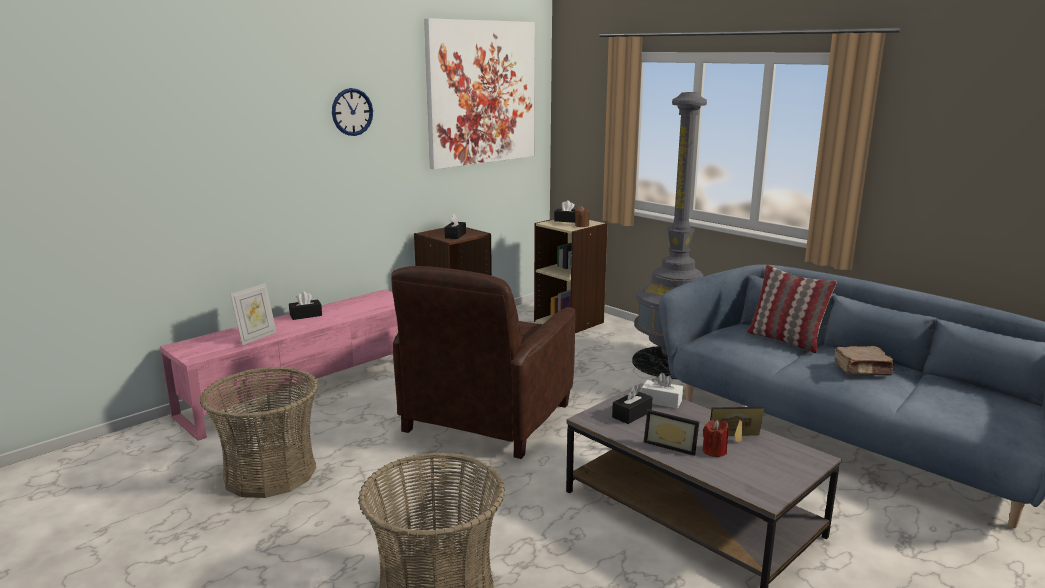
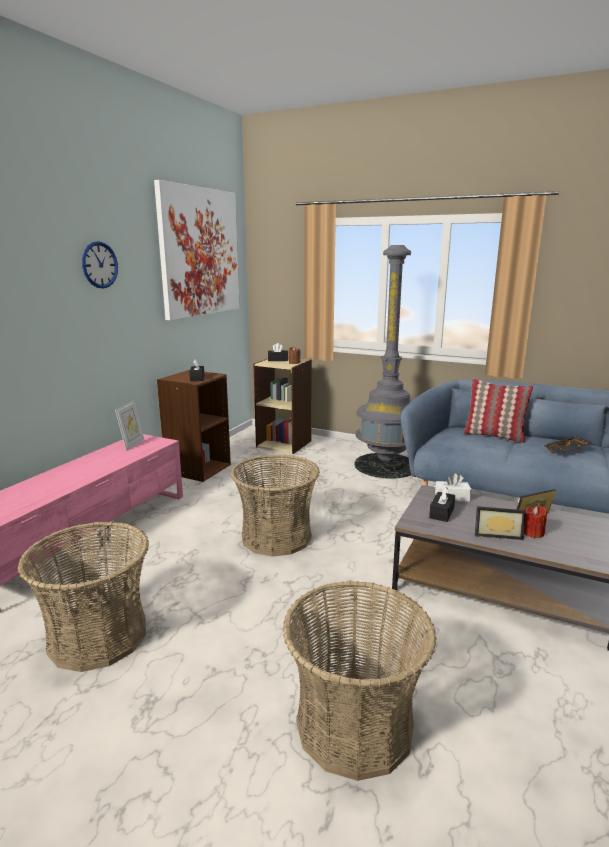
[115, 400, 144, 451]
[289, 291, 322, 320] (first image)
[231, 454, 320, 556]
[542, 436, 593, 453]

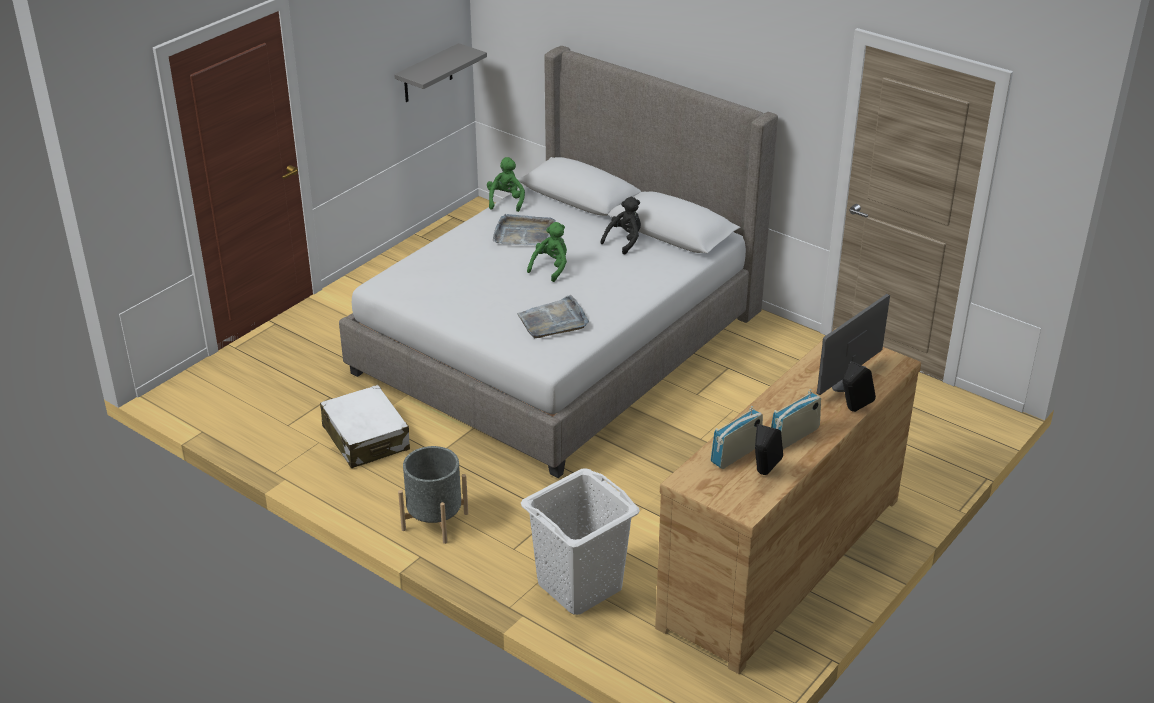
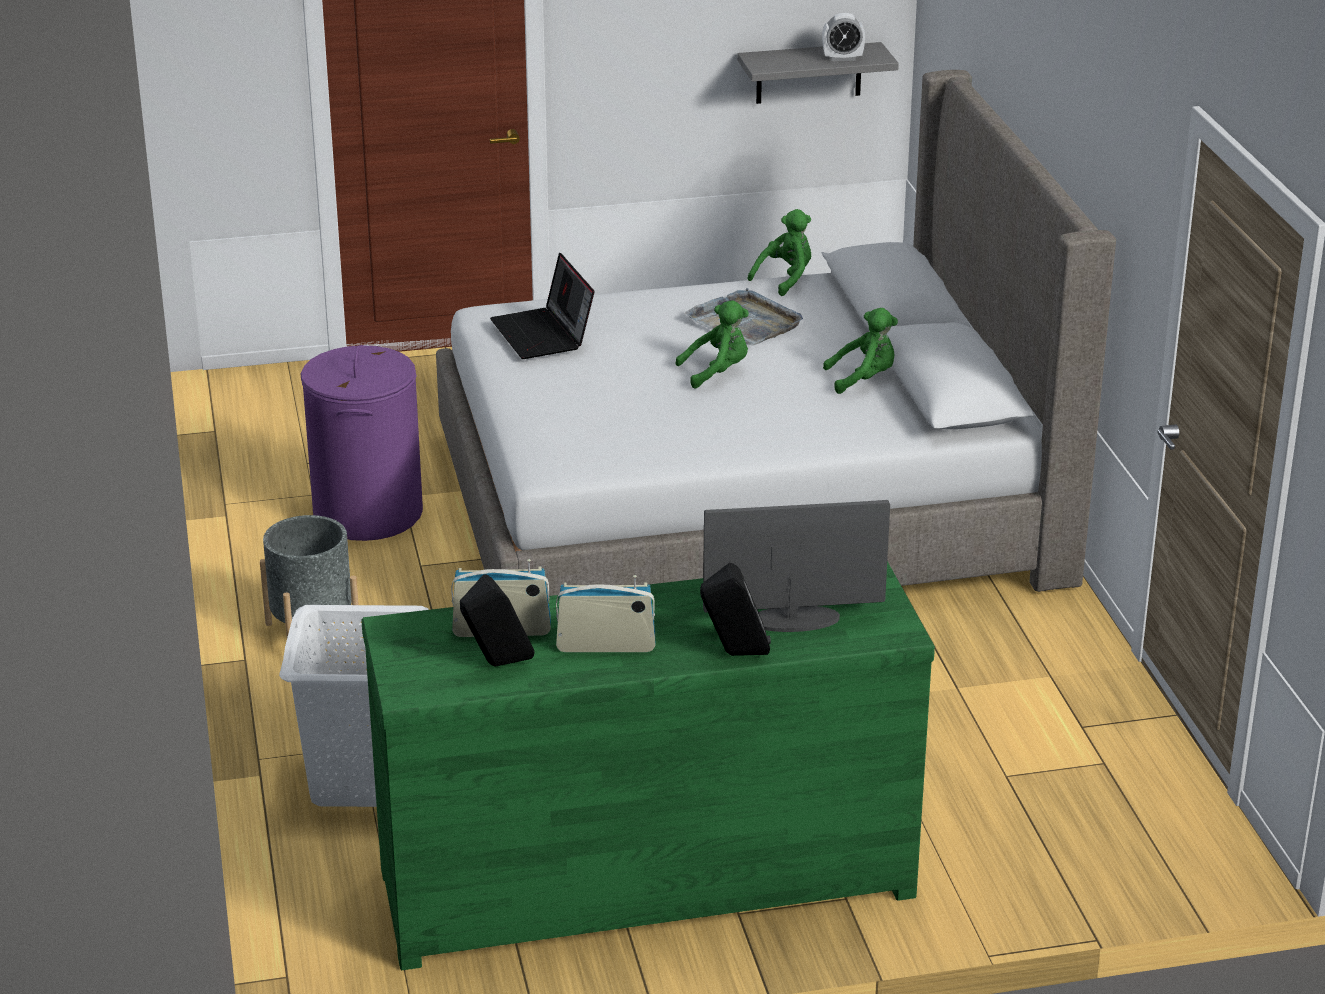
[301, 345, 423, 541]
[517, 295, 589, 338] (first image)
[823, 308, 898, 394]
[361, 561, 935, 970]
[490, 253, 594, 359]
[822, 13, 865, 61]

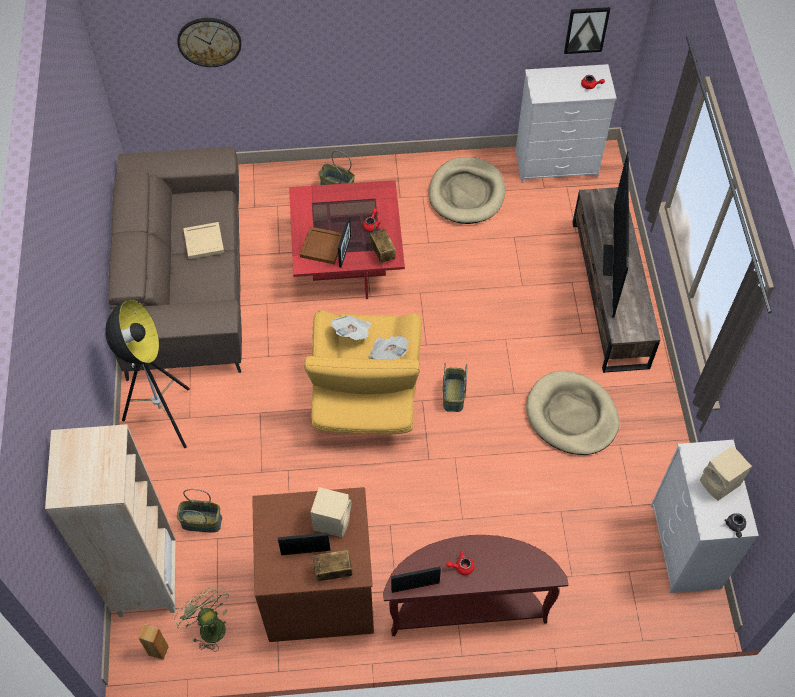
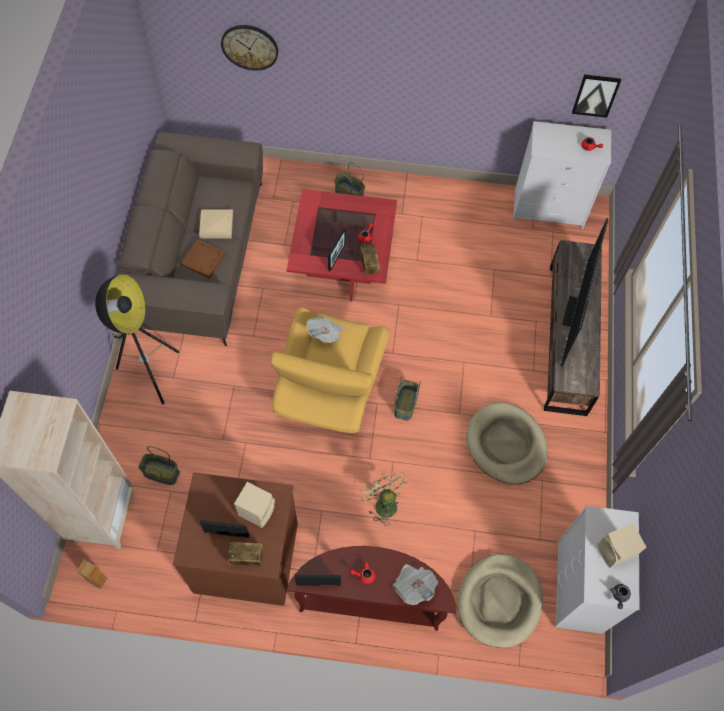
[359, 472, 408, 525]
[181, 239, 226, 278]
[393, 564, 438, 605]
[457, 553, 543, 648]

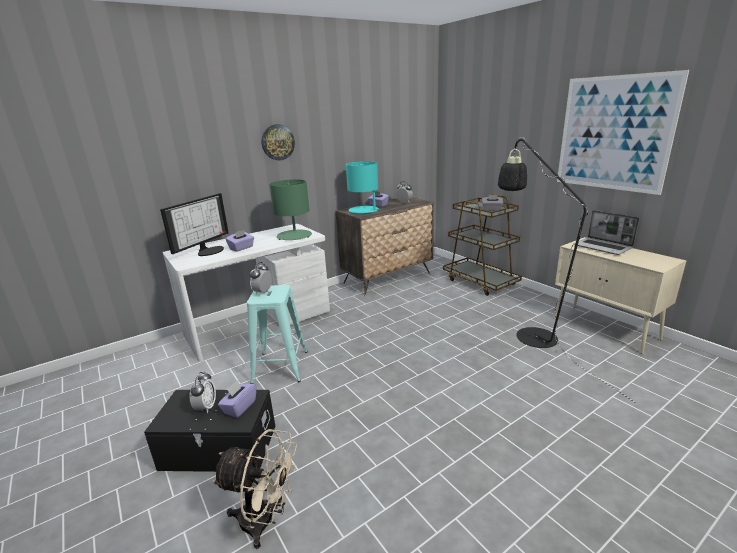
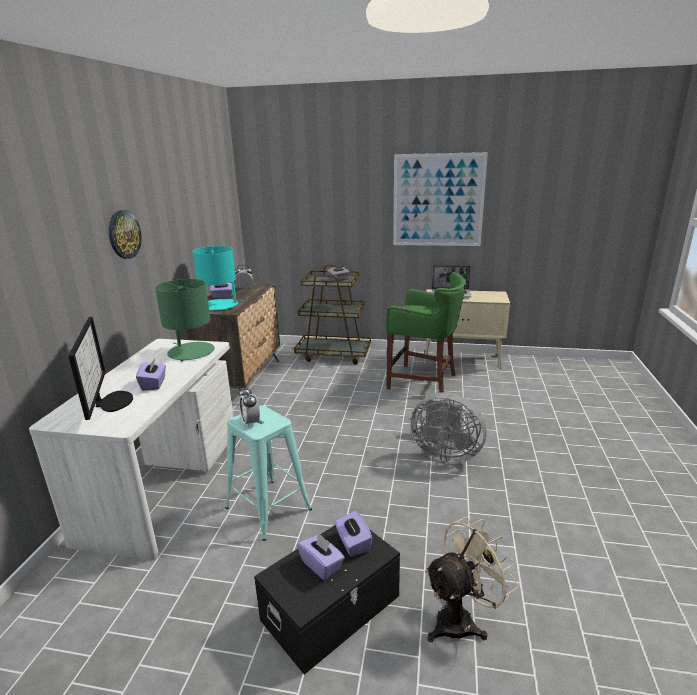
[297, 532, 345, 580]
[386, 272, 466, 393]
[411, 392, 487, 463]

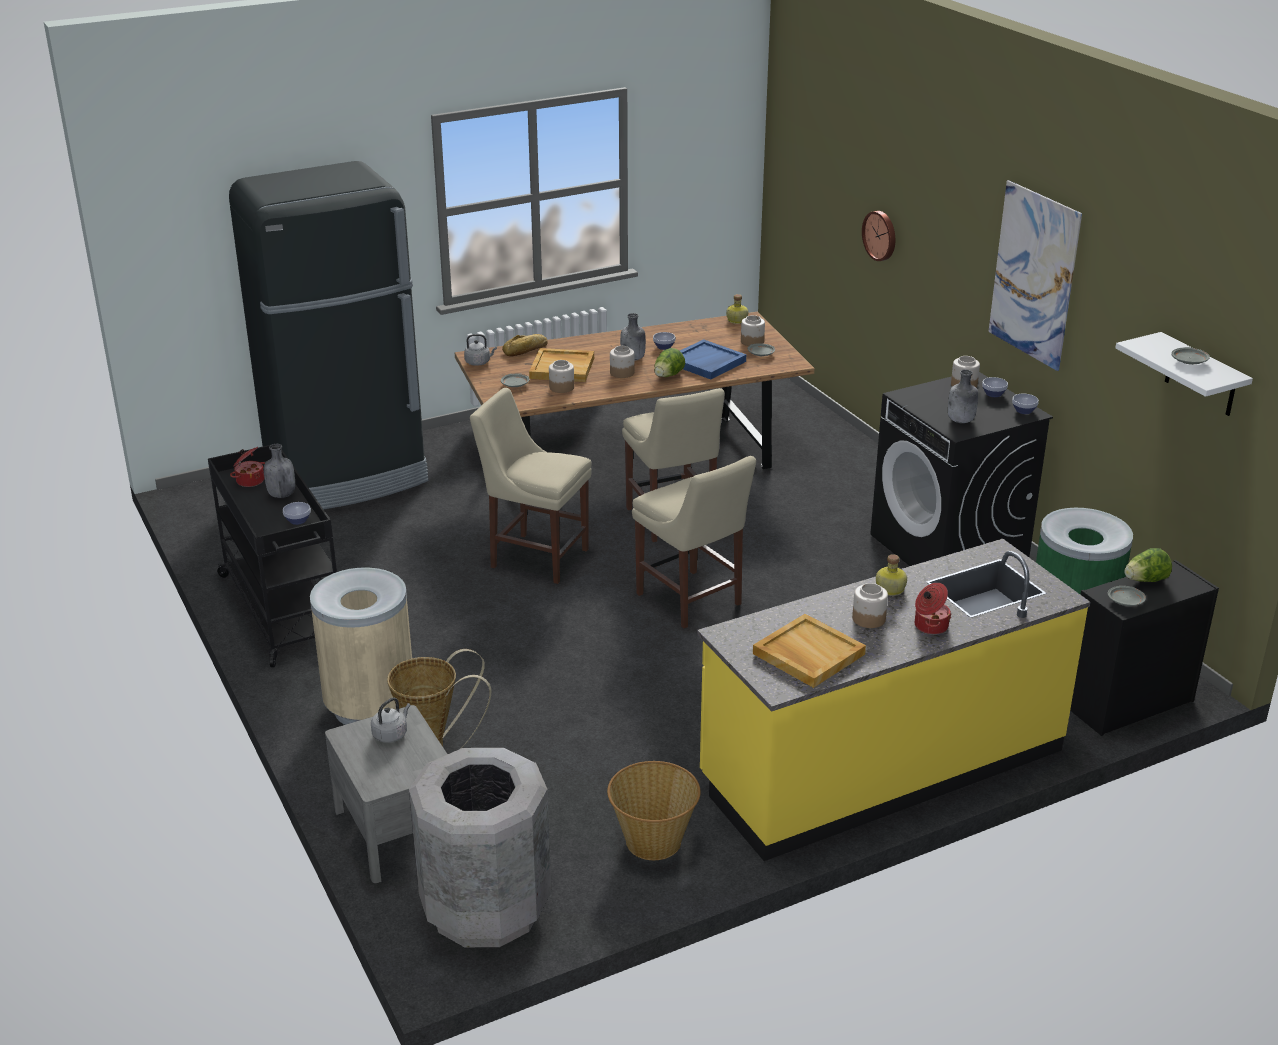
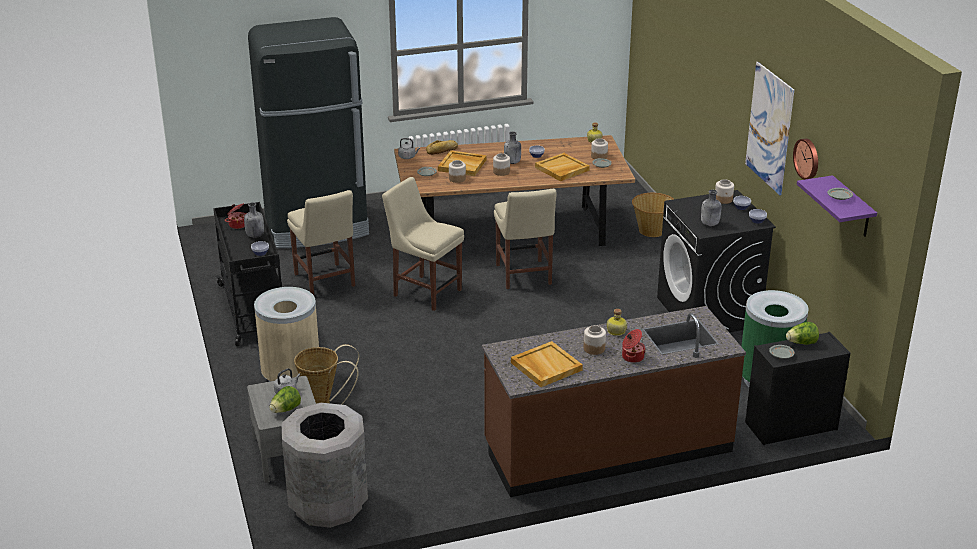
[632, 193, 673, 237]
[287, 190, 355, 295]
[269, 386, 301, 413]
[535, 153, 590, 181]
[482, 306, 746, 497]
[793, 138, 818, 180]
[797, 175, 877, 237]

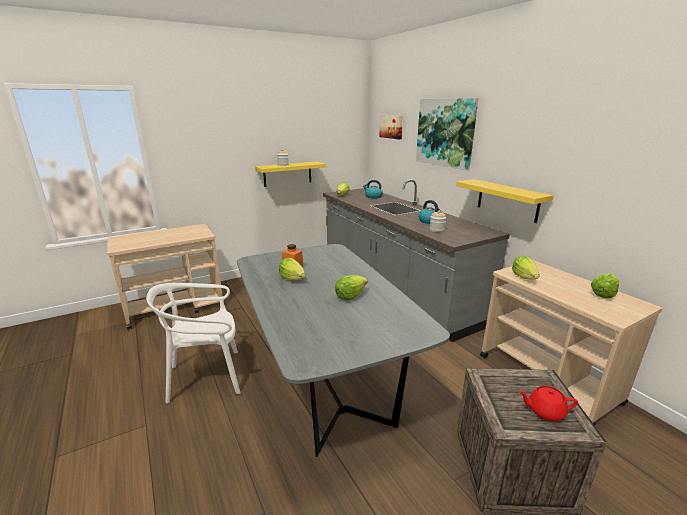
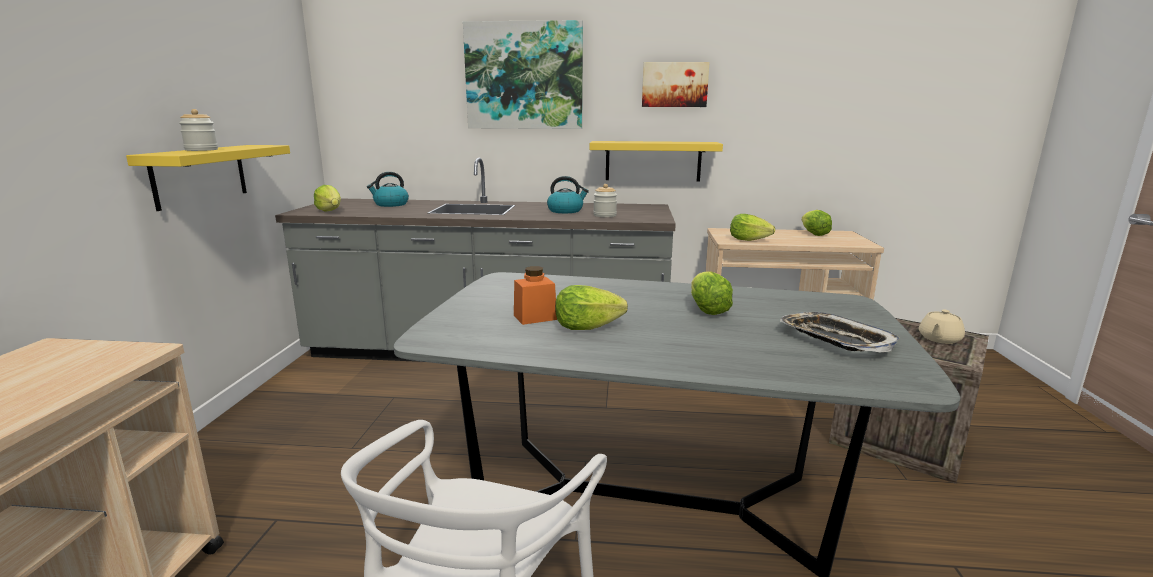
[642, 62, 710, 107]
[919, 309, 965, 344]
[780, 312, 899, 353]

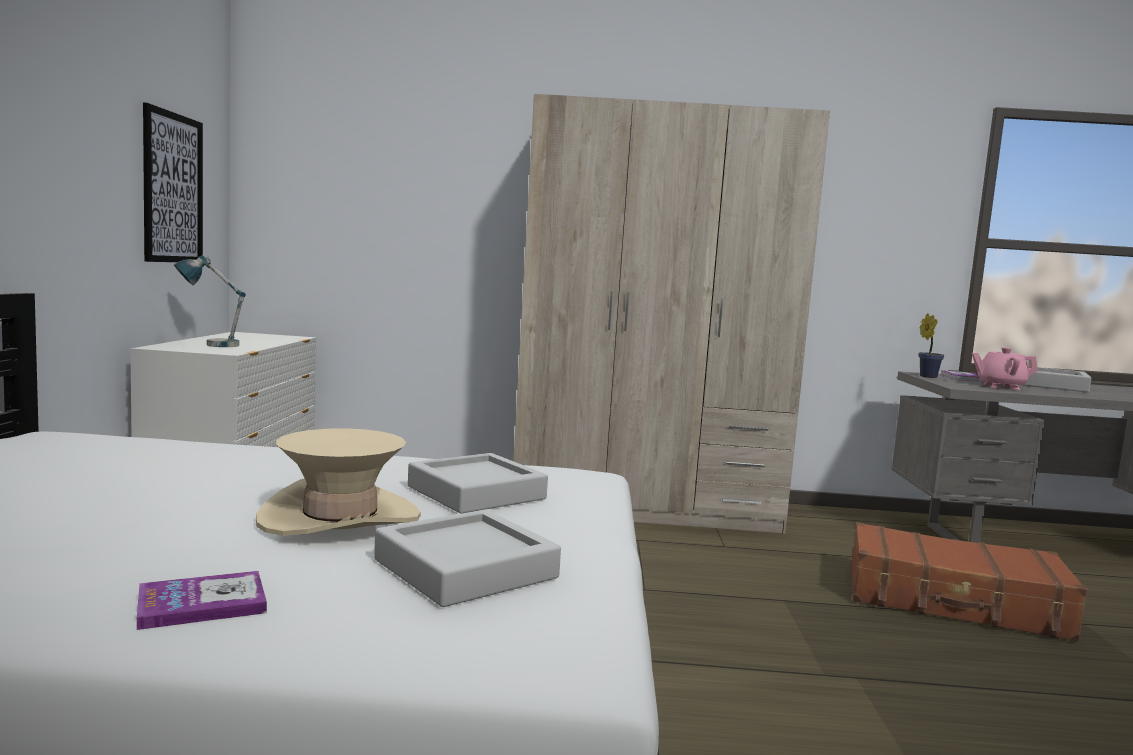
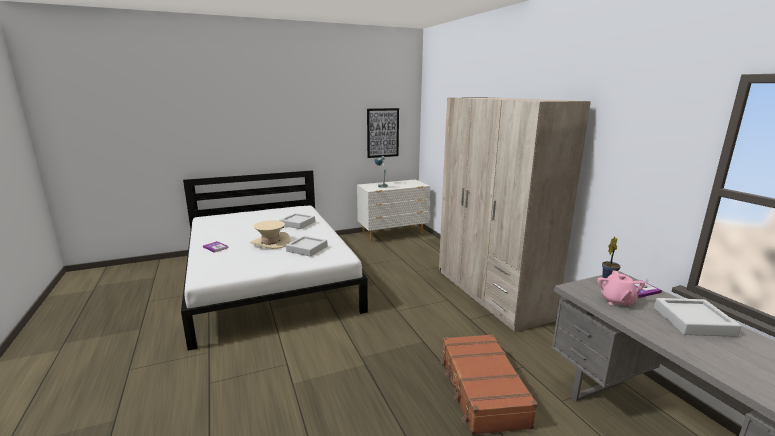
[280, 213, 315, 229]
[597, 271, 645, 307]

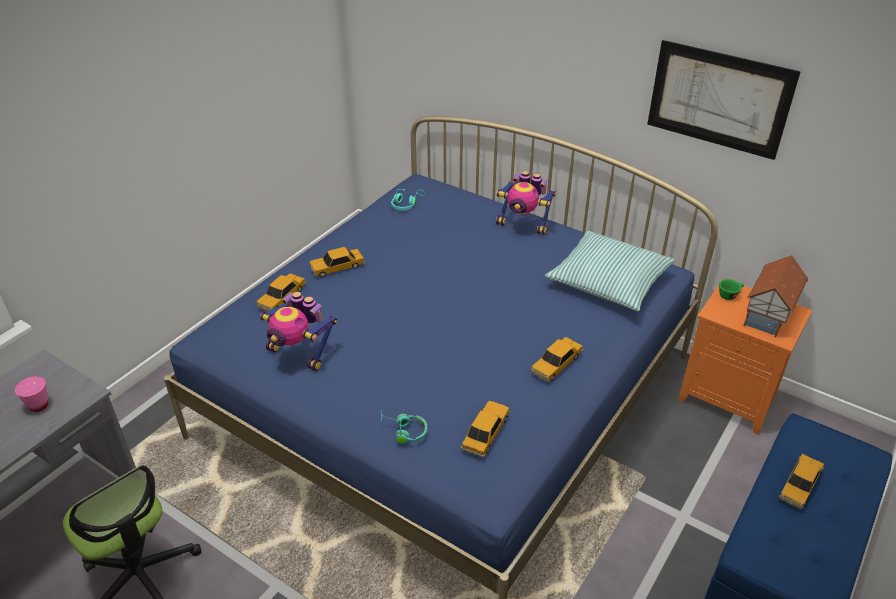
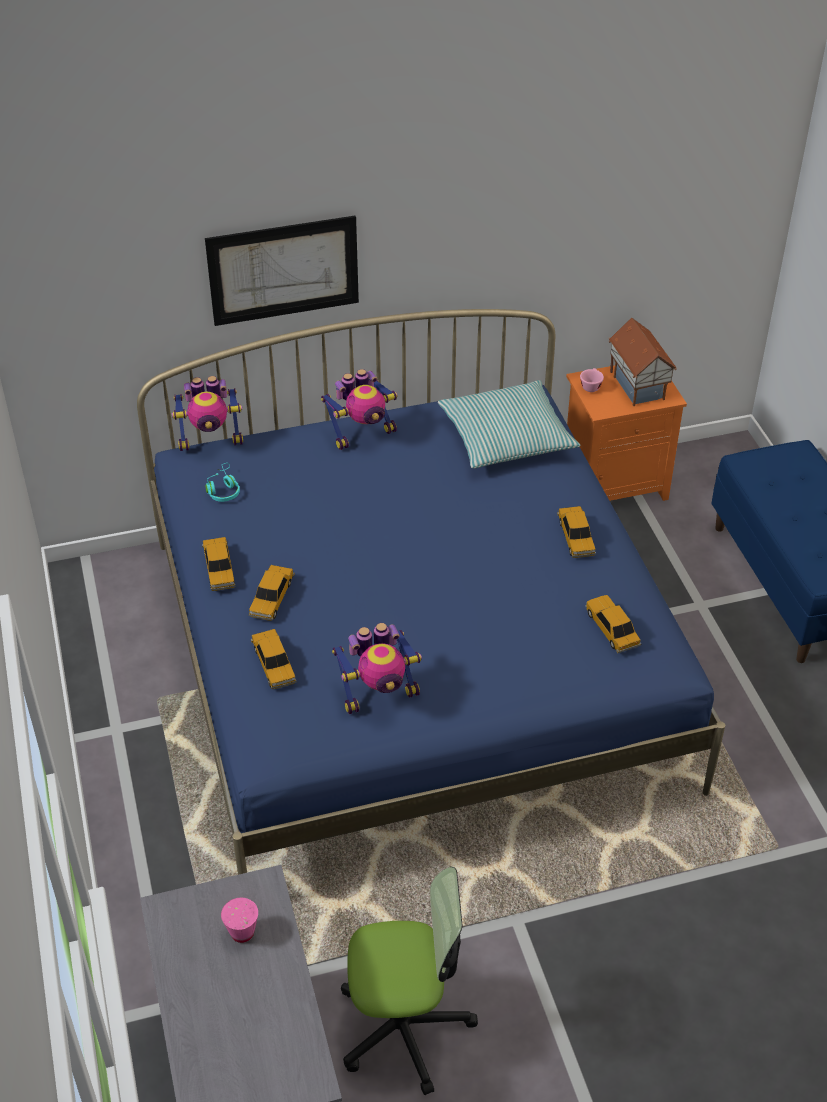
[381, 411, 427, 444] (first image)
[205, 216, 359, 326]
[580, 368, 604, 392]
[202, 537, 235, 591]
[172, 376, 243, 451]

